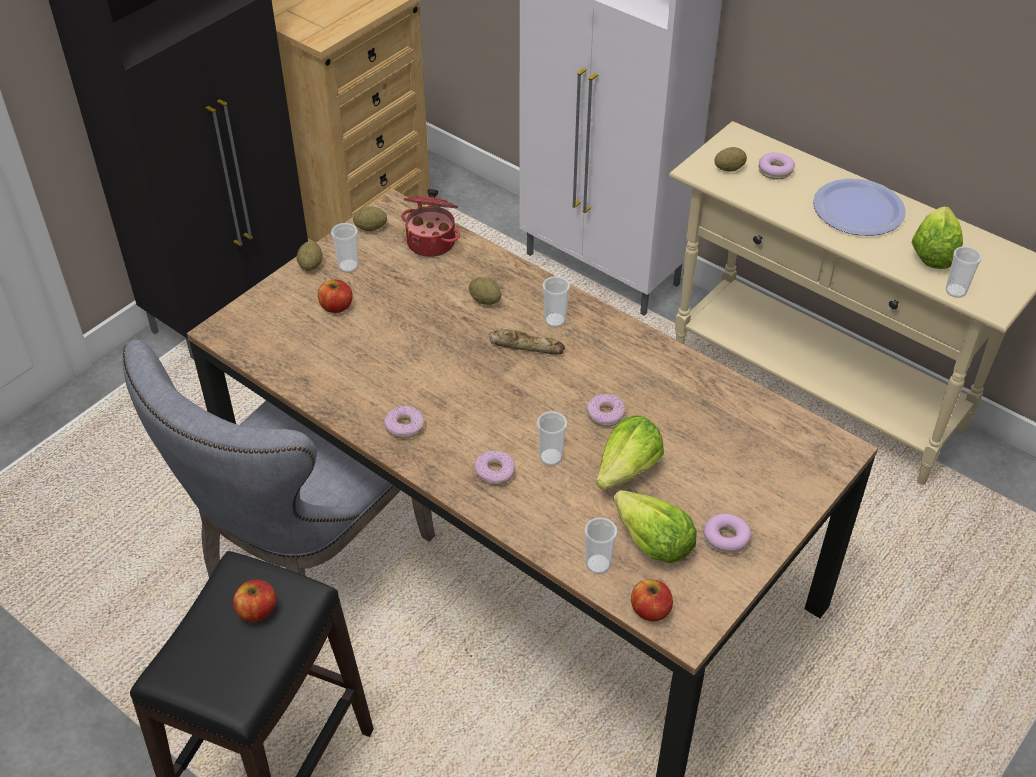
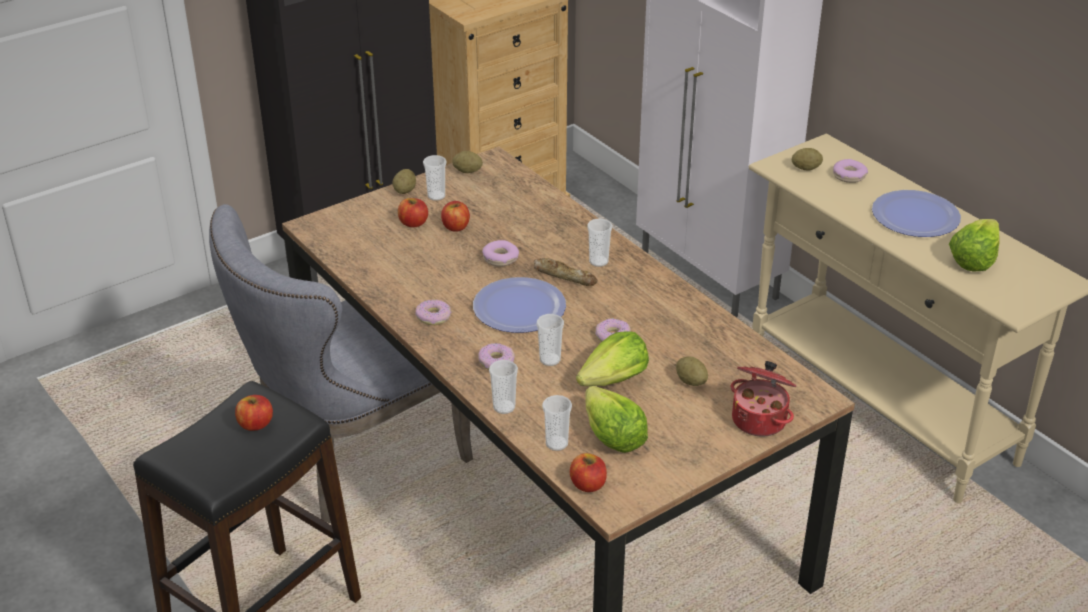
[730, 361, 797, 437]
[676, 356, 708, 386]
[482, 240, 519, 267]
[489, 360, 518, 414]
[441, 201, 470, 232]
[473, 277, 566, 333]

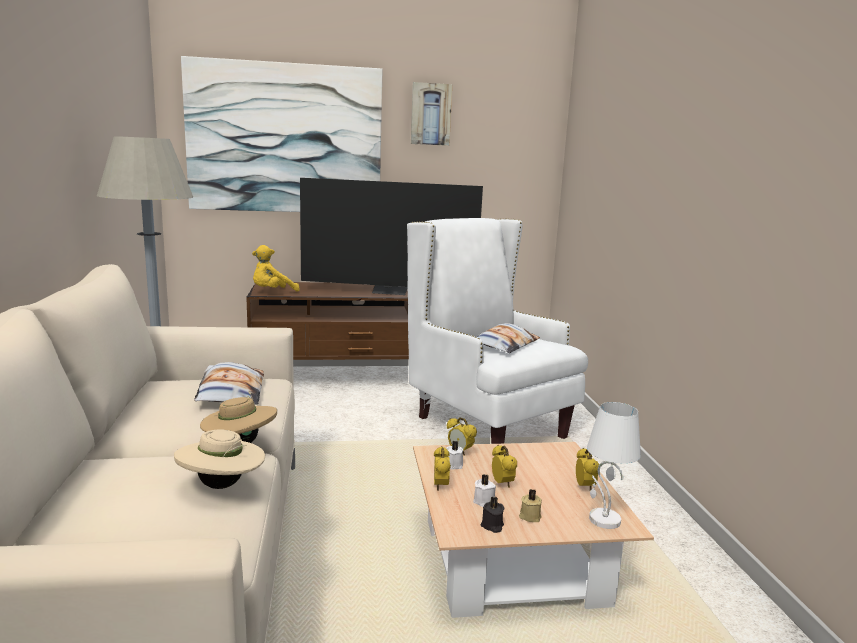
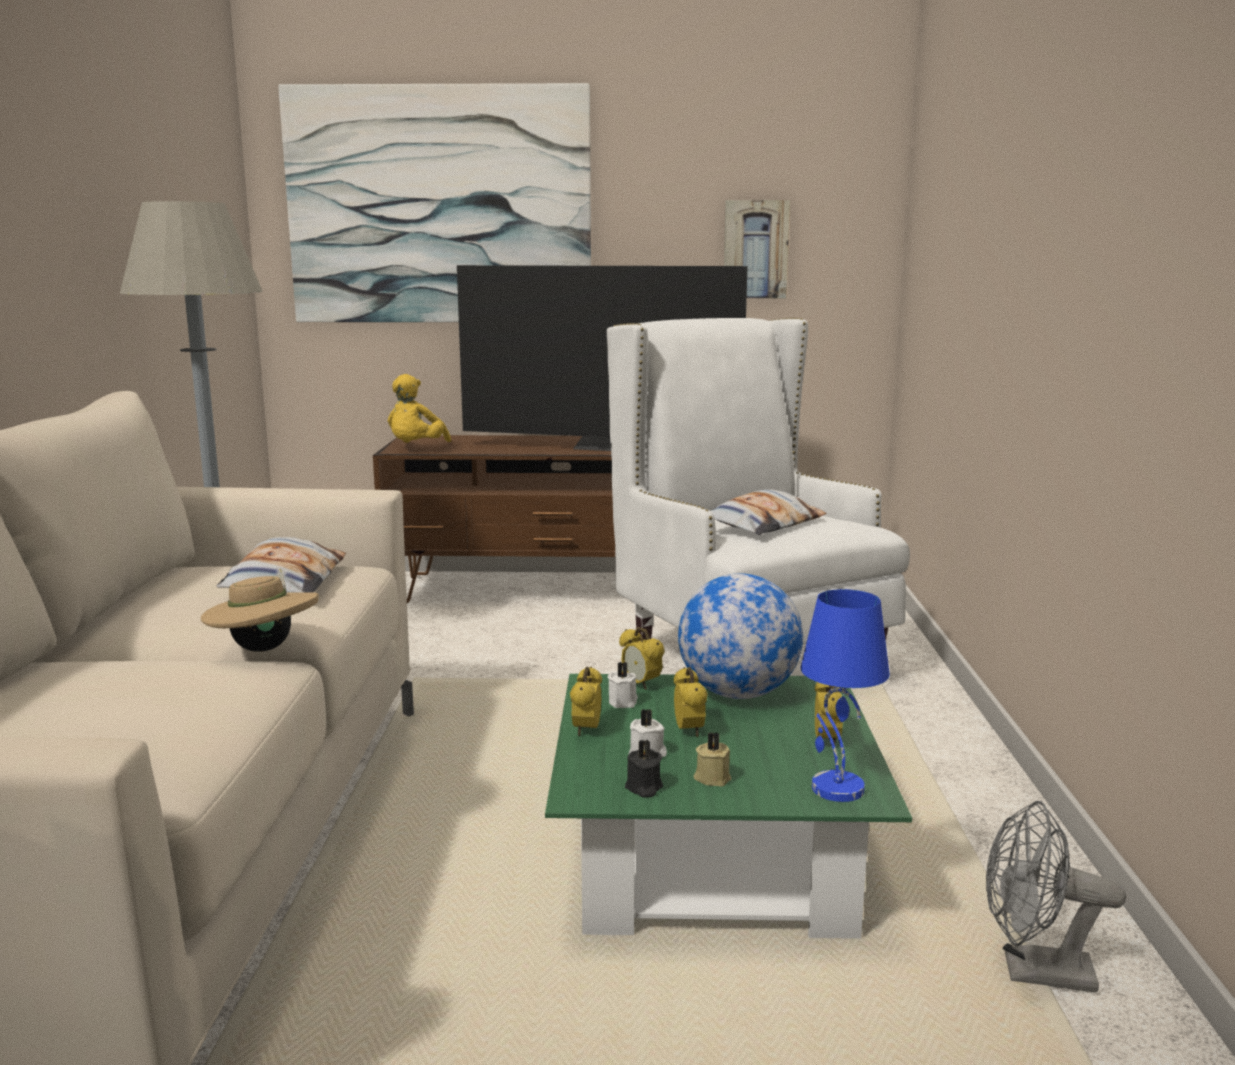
[174, 430, 265, 489] (first image)
[388, 374, 451, 443]
[724, 200, 790, 298]
[545, 674, 912, 939]
[801, 589, 890, 802]
[678, 573, 803, 699]
[986, 801, 1126, 992]

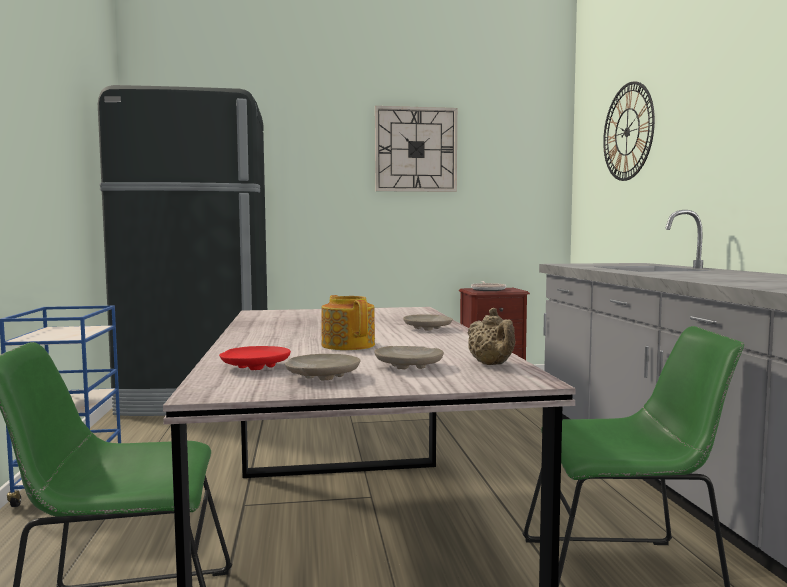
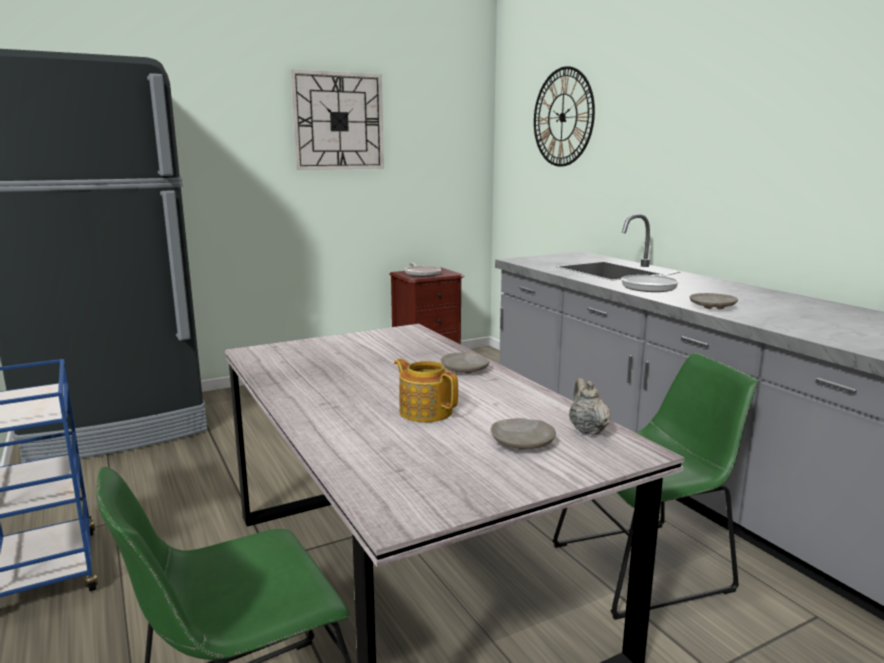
[219, 346, 291, 370] (first image)
[690, 293, 738, 309]
[569, 378, 611, 435]
[621, 271, 680, 292]

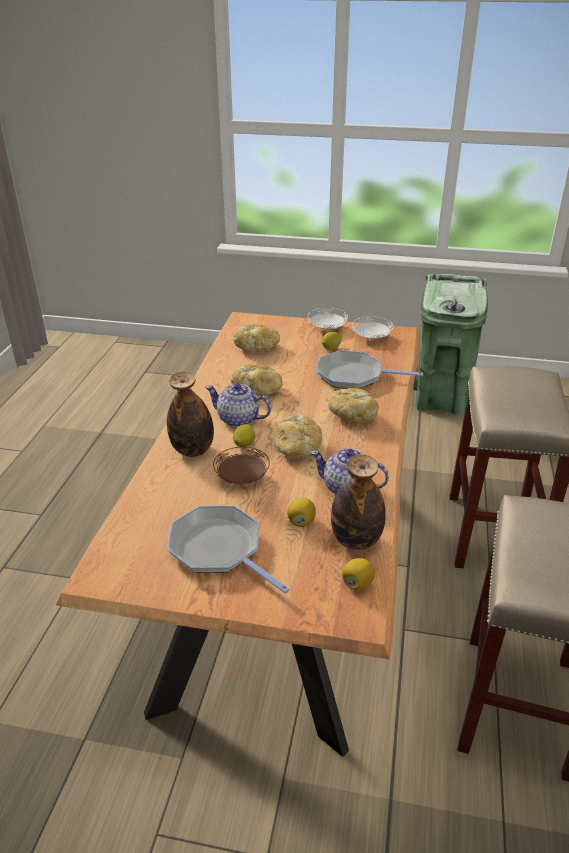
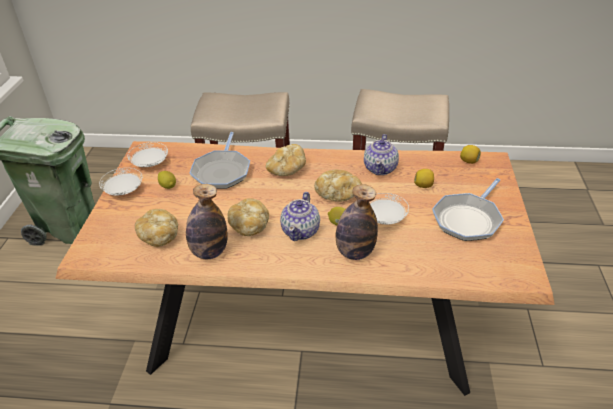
[370, 193, 409, 225]
[186, 184, 228, 259]

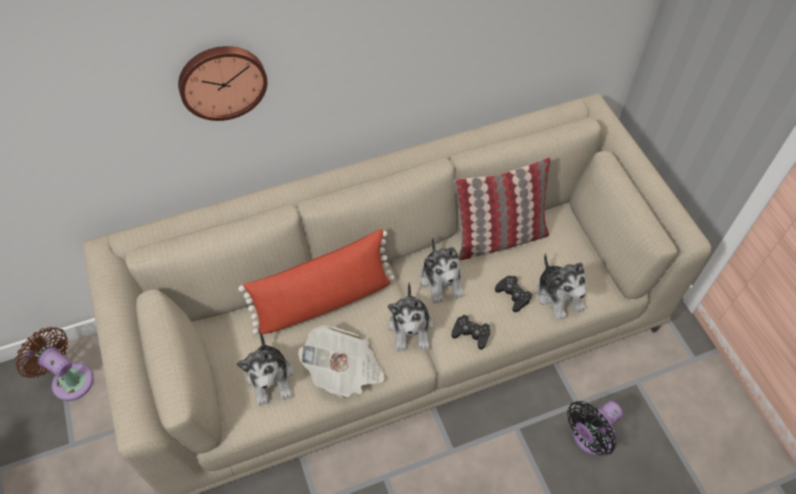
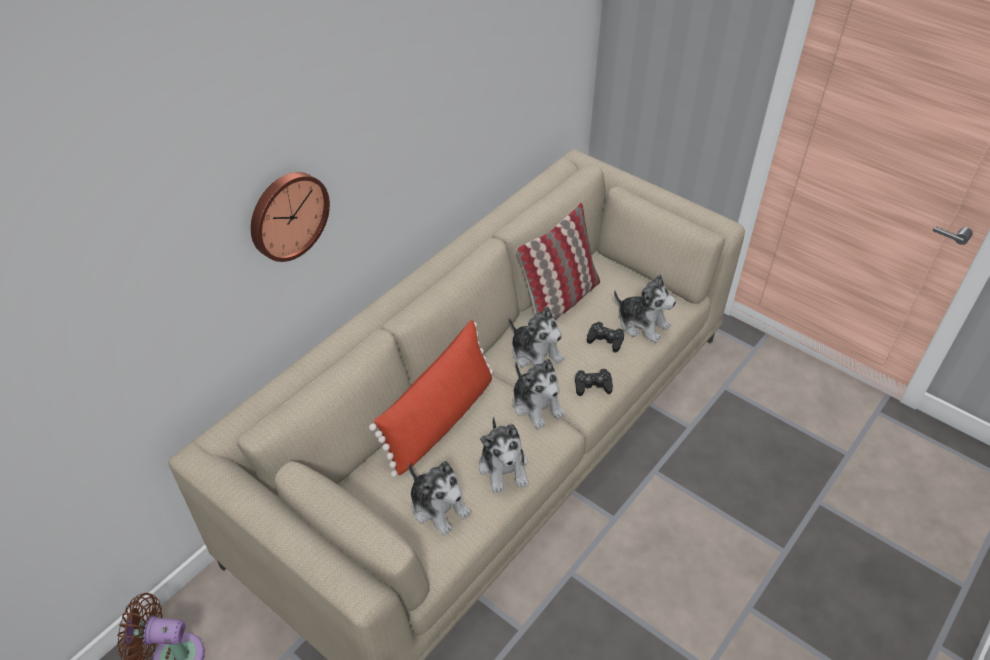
[479, 416, 529, 494]
[567, 401, 623, 456] (first image)

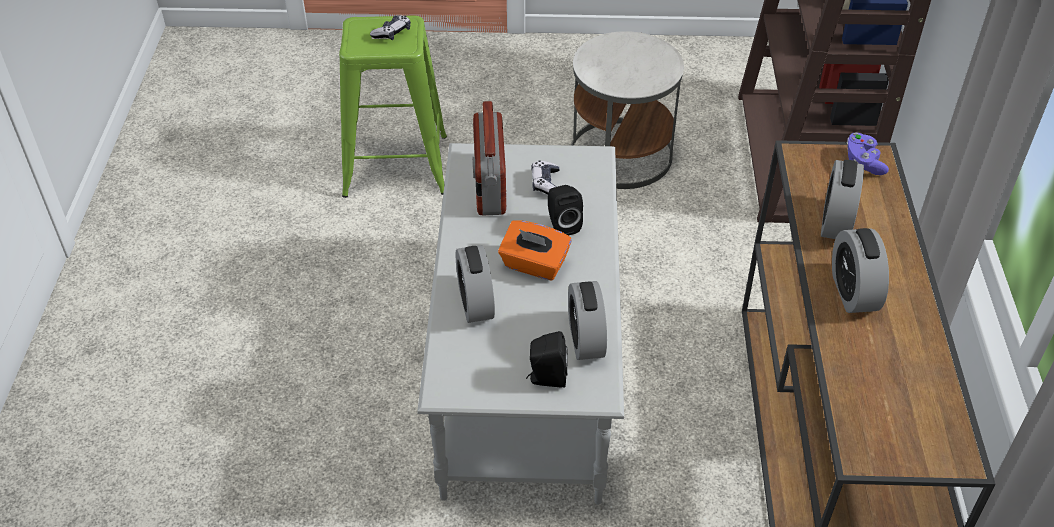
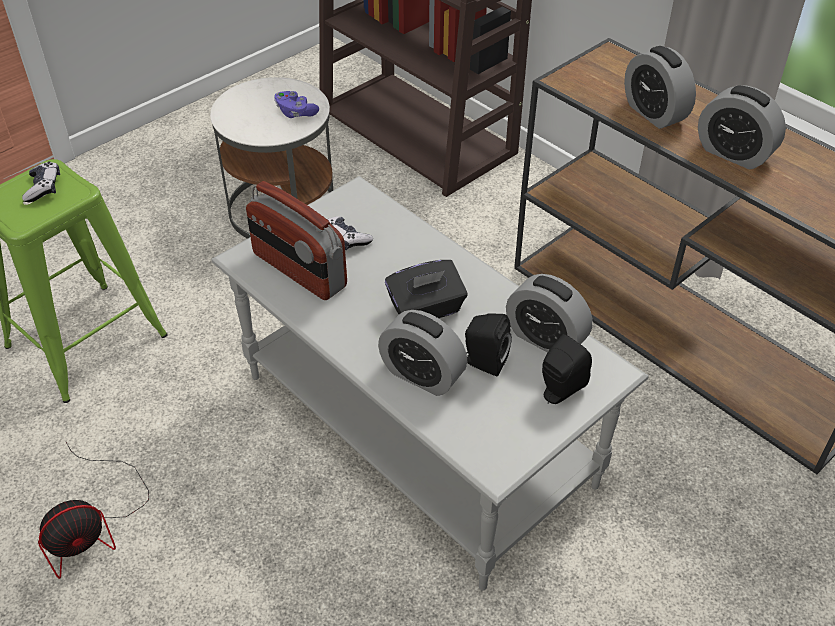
[385, 260, 468, 318]
[465, 314, 512, 377]
[274, 91, 319, 118]
[38, 442, 149, 579]

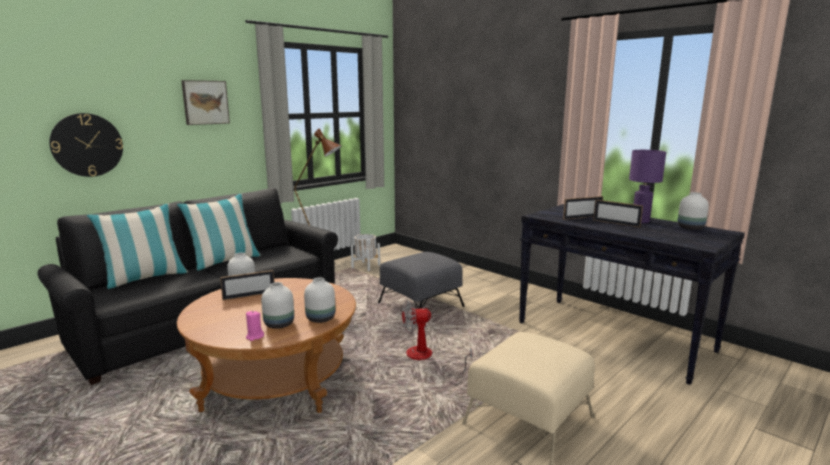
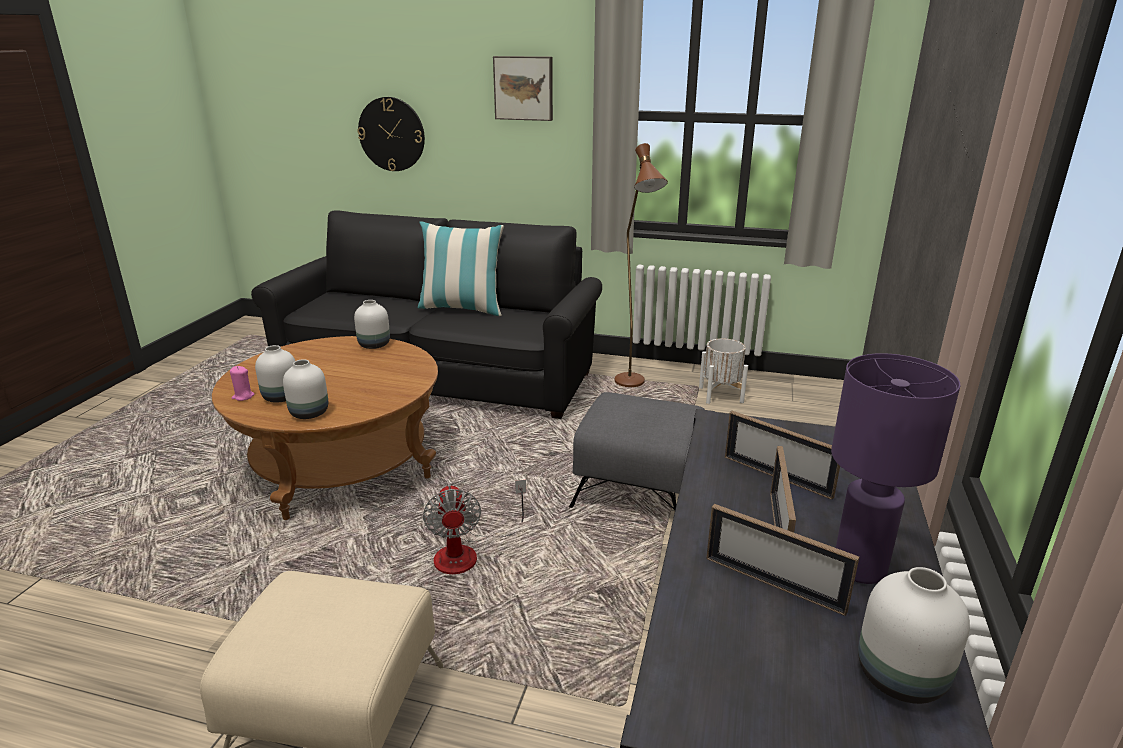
[87, 203, 188, 289] (first image)
[706, 504, 859, 616]
[423, 480, 526, 574]

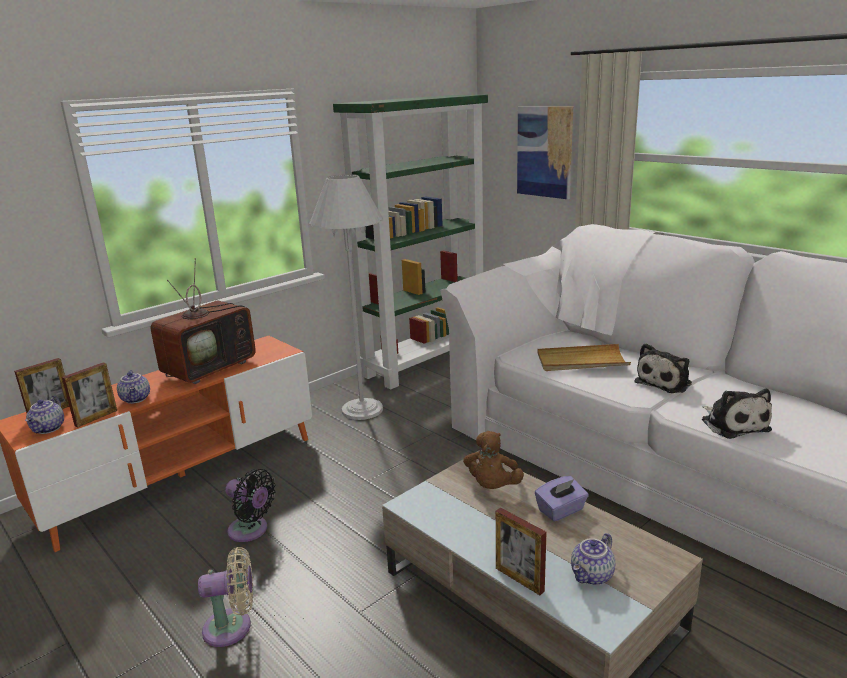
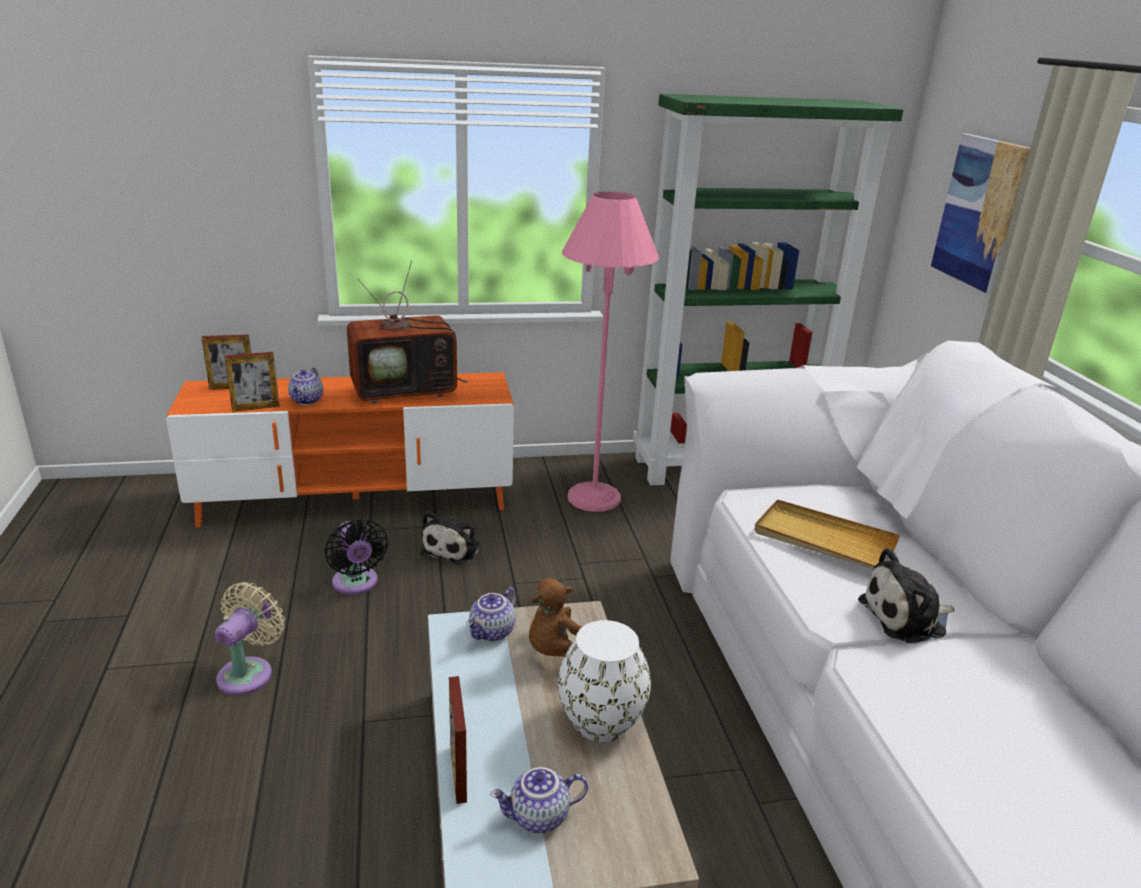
[466, 587, 517, 642]
[215, 582, 285, 695]
[562, 192, 659, 512]
[558, 620, 651, 742]
[420, 511, 480, 564]

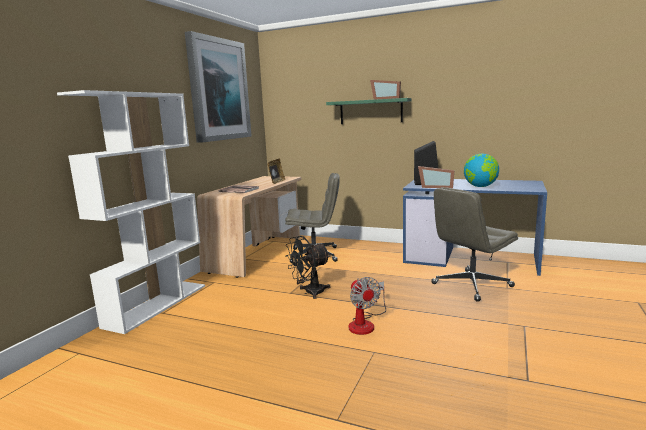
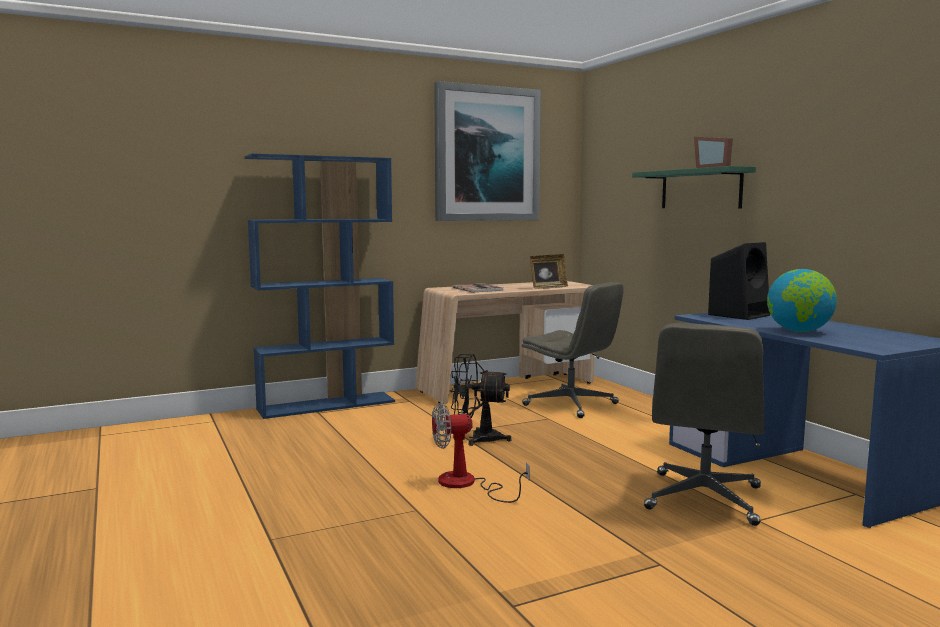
[245, 154, 395, 419]
[432, 402, 530, 503]
[418, 166, 454, 188] (first image)
[644, 323, 764, 526]

